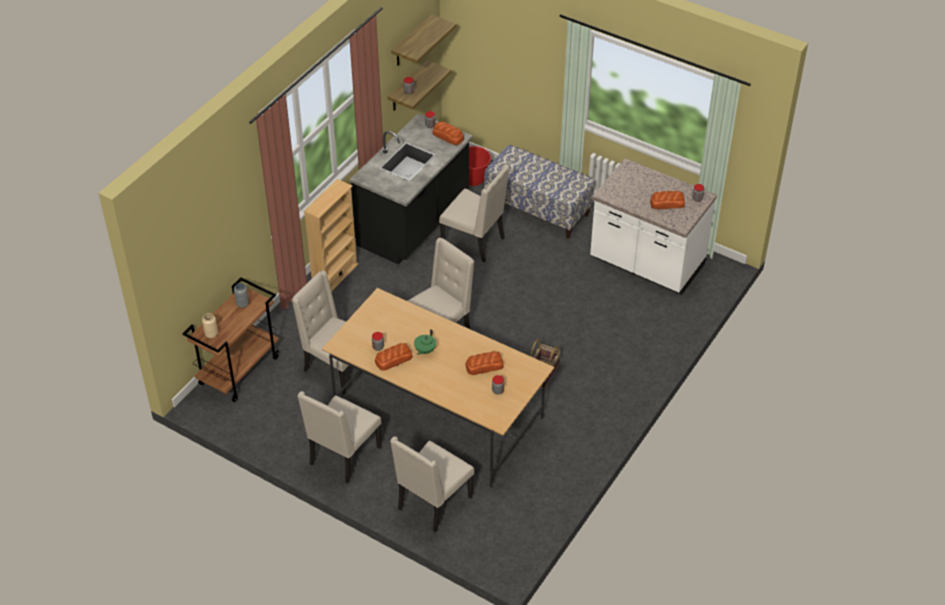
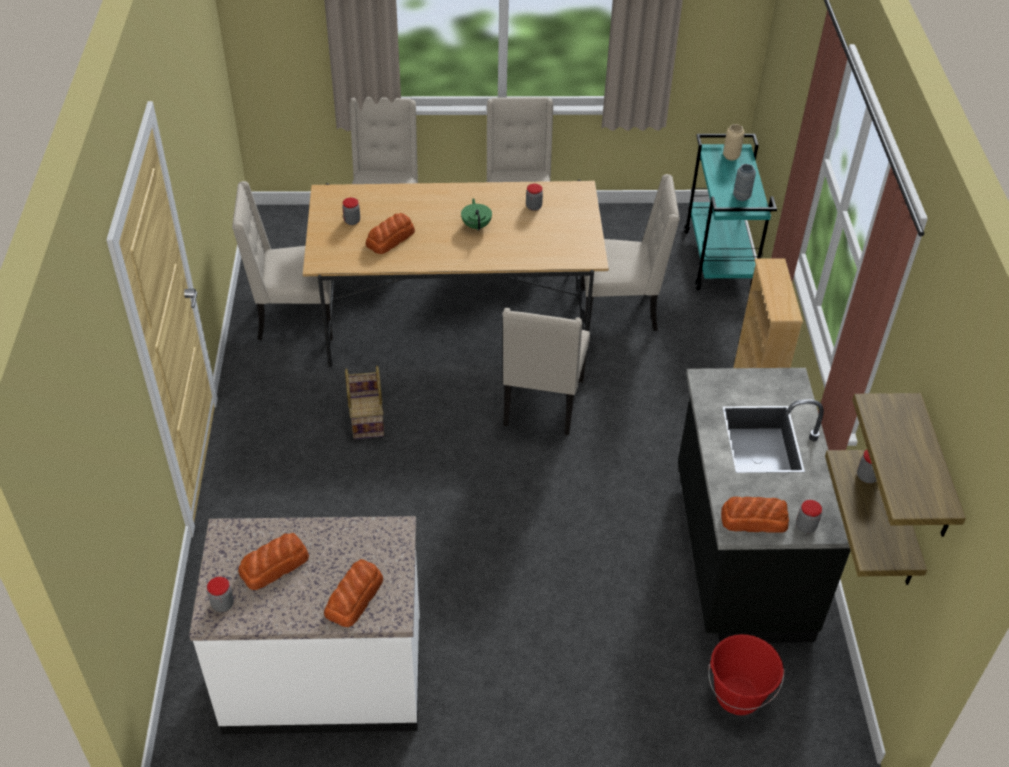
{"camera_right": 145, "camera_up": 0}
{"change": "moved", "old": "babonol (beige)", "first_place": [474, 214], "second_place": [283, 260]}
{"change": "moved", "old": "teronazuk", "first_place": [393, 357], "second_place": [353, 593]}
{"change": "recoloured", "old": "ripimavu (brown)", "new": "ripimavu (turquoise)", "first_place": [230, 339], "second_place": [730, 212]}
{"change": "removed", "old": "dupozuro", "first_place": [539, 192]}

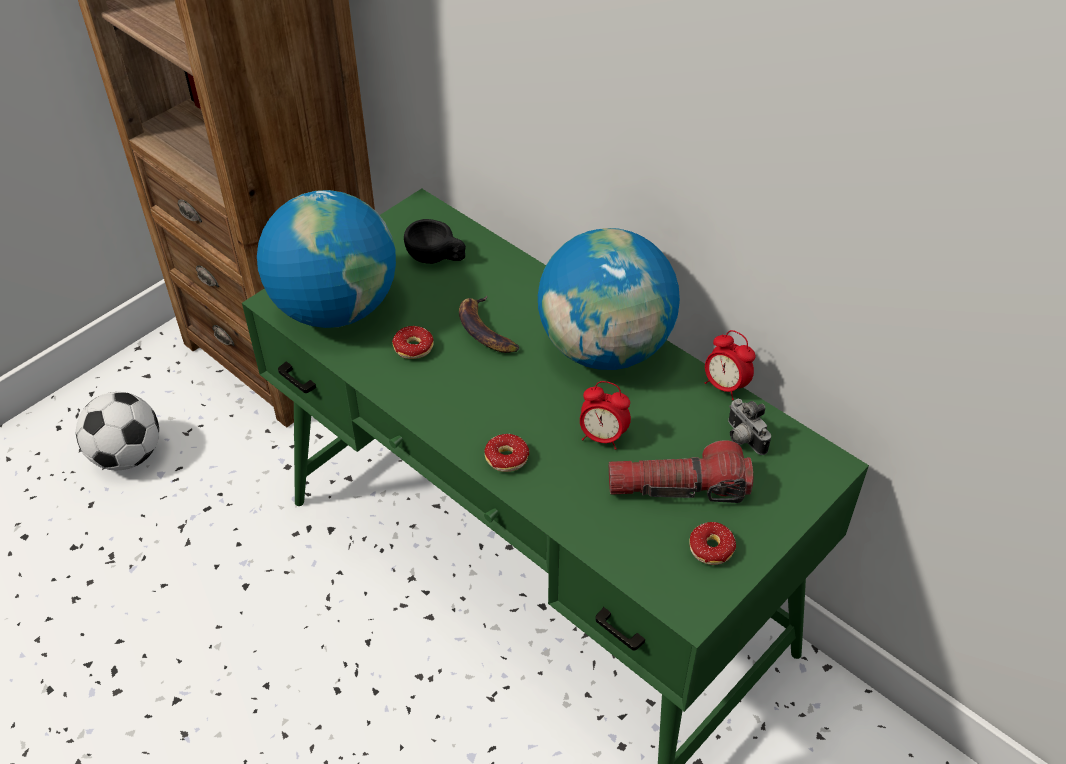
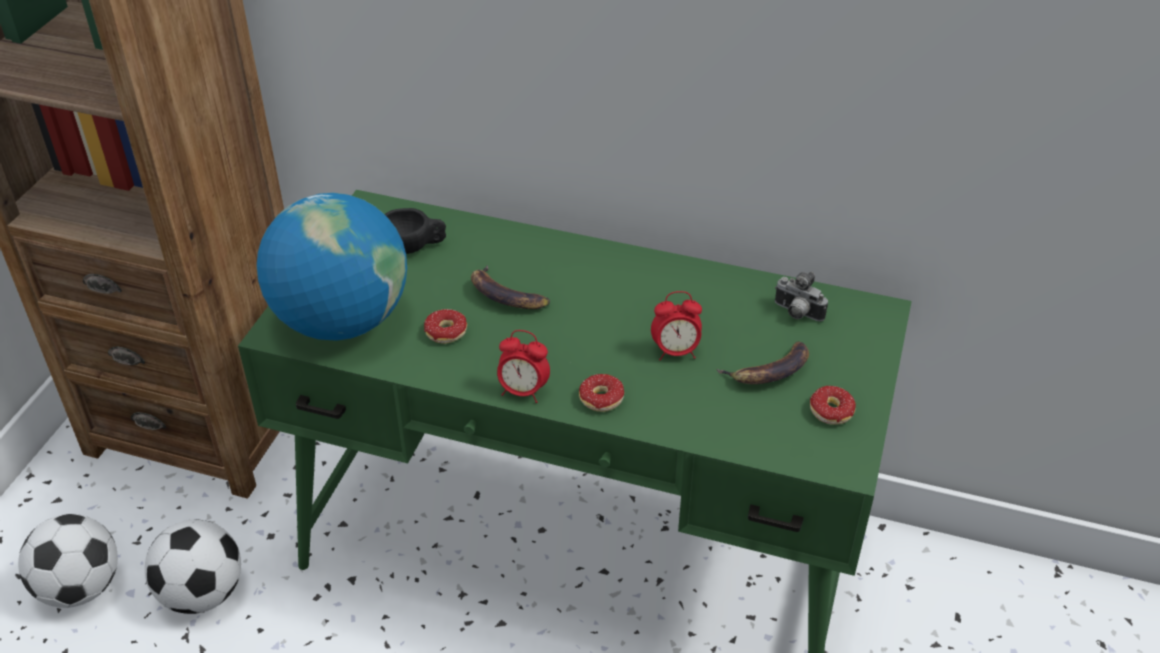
{"camera_right": -25, "camera_up": -5}
{"change": "added", "new": "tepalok", "second_place": [193, 567]}
{"change": "moved", "old": "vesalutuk", "first_place": [730, 365], "second_place": [523, 366]}
{"change": "replaced", "old": "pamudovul", "new": "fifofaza", "first_place": [681, 471], "second_place": [762, 362]}
{"change": "removed", "old": "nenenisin", "first_place": [609, 299]}

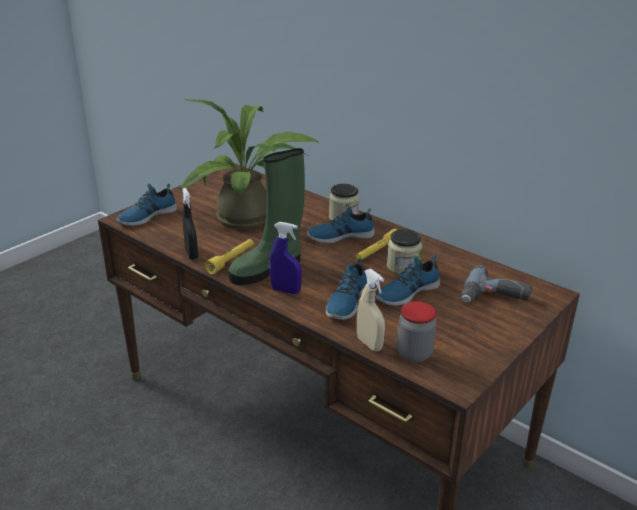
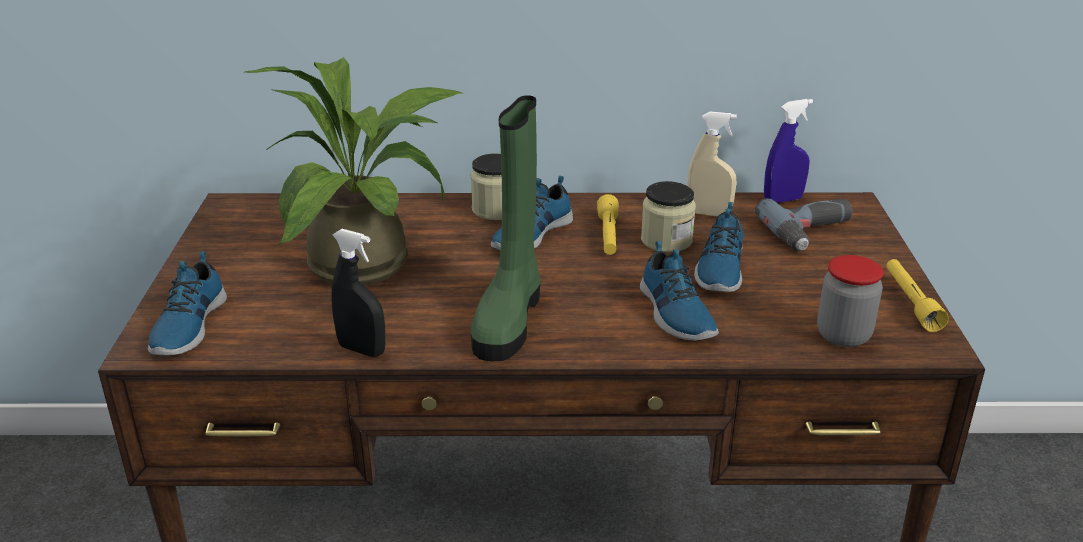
{"camera_right": -40, "camera_up": 0}
{"change": "moved", "old": "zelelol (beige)", "first_place": [371, 310], "second_place": [712, 164]}
{"change": "moved", "old": "zelelol (blue)", "first_place": [285, 258], "second_place": [788, 151]}
{"change": "moved", "old": "pamudovul (yellow)", "first_place": [229, 256], "second_place": [917, 295]}

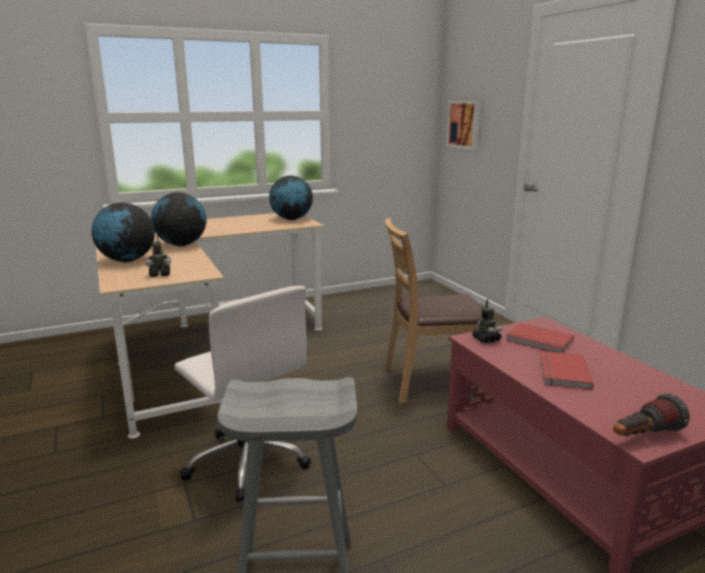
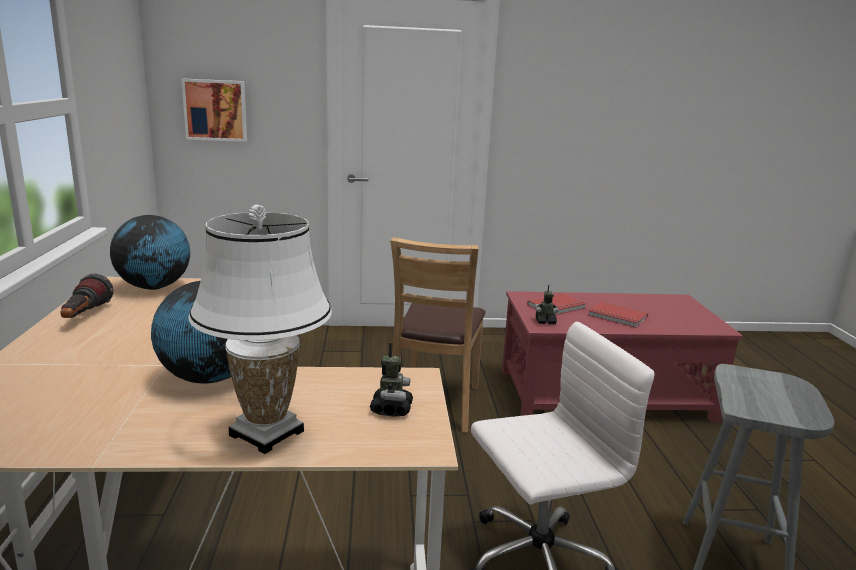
{"camera_right": -70, "camera_up": 0}
{"change": "moved", "old": "pamudovul", "first_place": [651, 415], "second_place": [87, 295]}
{"change": "replaced", "old": "nenenisin", "new": "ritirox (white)", "first_place": [123, 232], "second_place": [260, 329]}

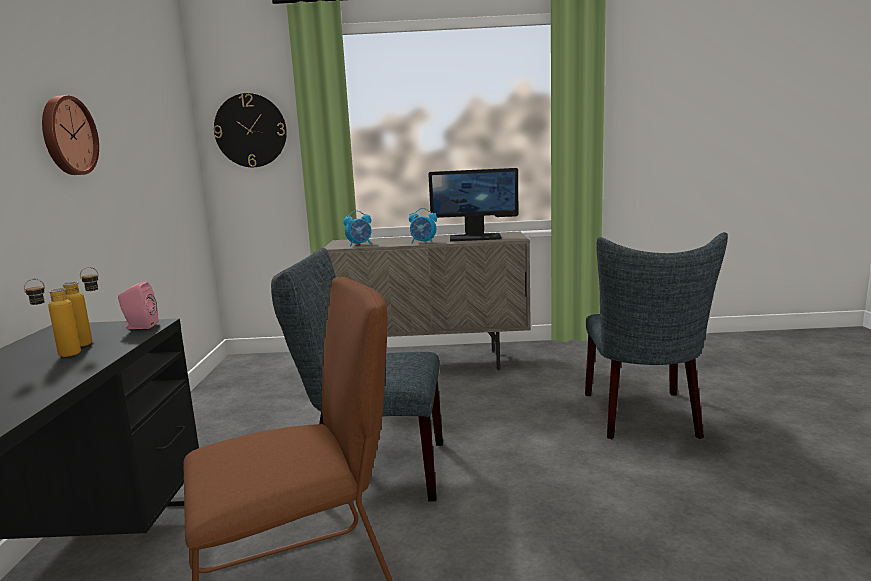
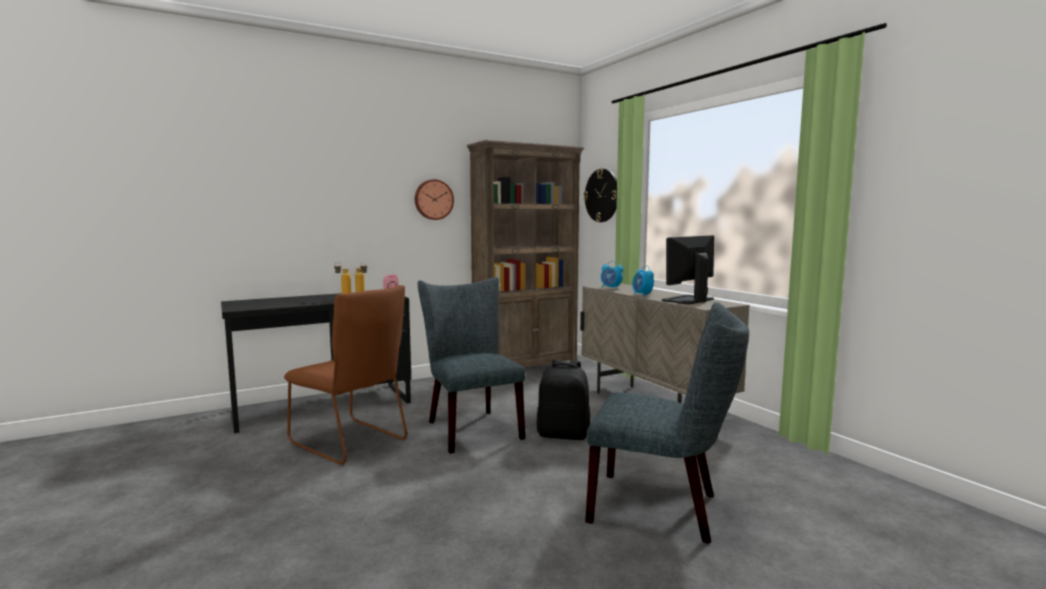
{"camera_right": 60, "camera_up": -5}
{"change": "added", "new": "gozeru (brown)", "second_place": [525, 253]}
{"change": "added", "new": "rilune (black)", "second_place": [563, 400]}
{"change": "turned", "old": "babonol (grey)", "first_place": [656, 335], "second_place": [667, 423], "degrees": -135}
{"change": "turned", "old": "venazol", "first_place": [473, 204], "second_place": [688, 270], "degrees": 75}

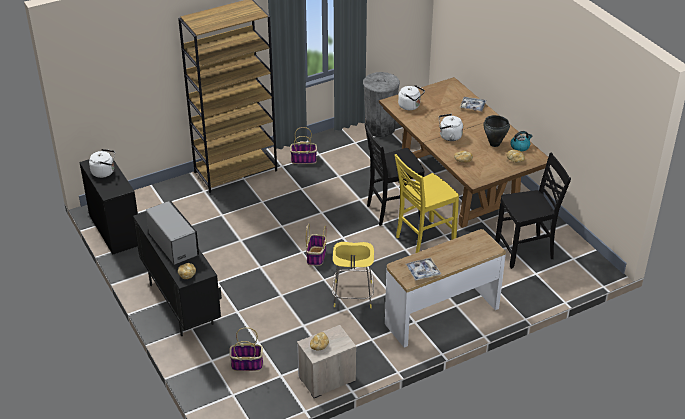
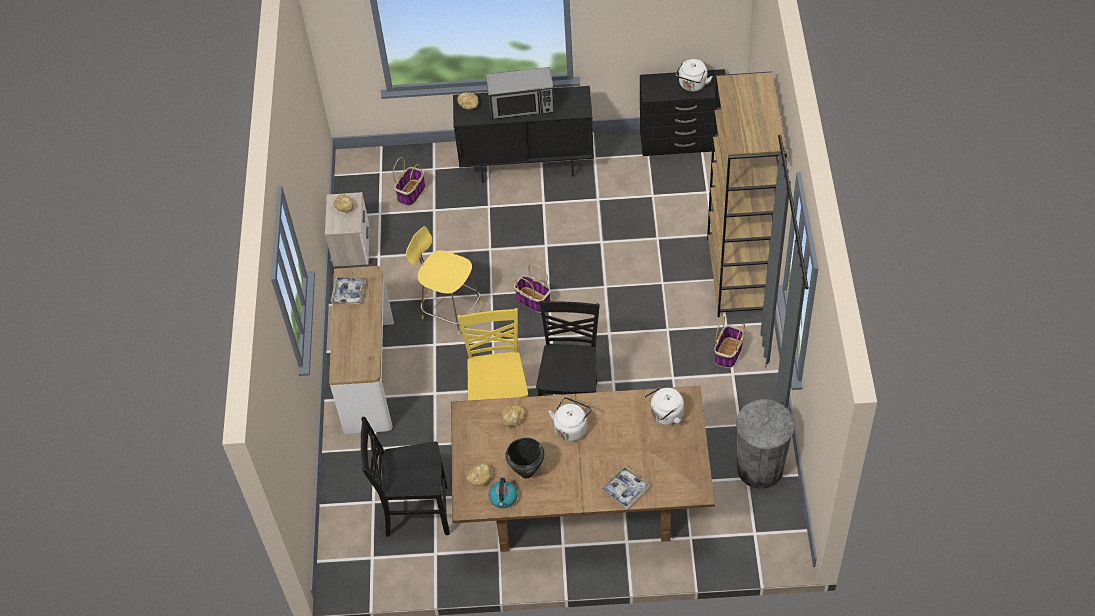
{"camera_right": 120, "camera_up": 15}
{"change": "turned", "old": "babonol (black)", "first_place": [533, 211], "second_place": [405, 477], "degrees": 75}

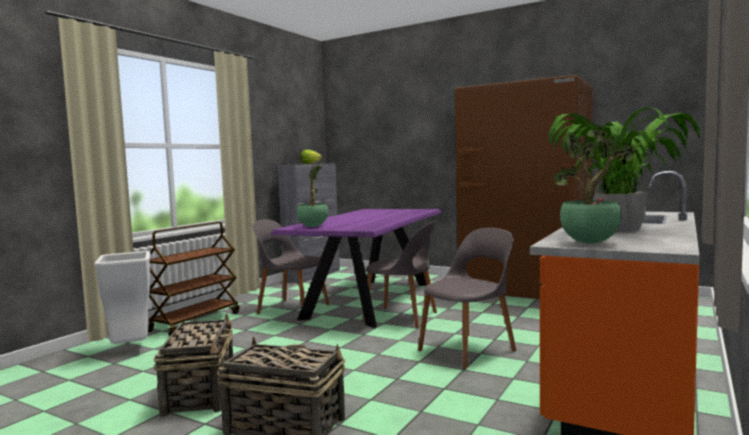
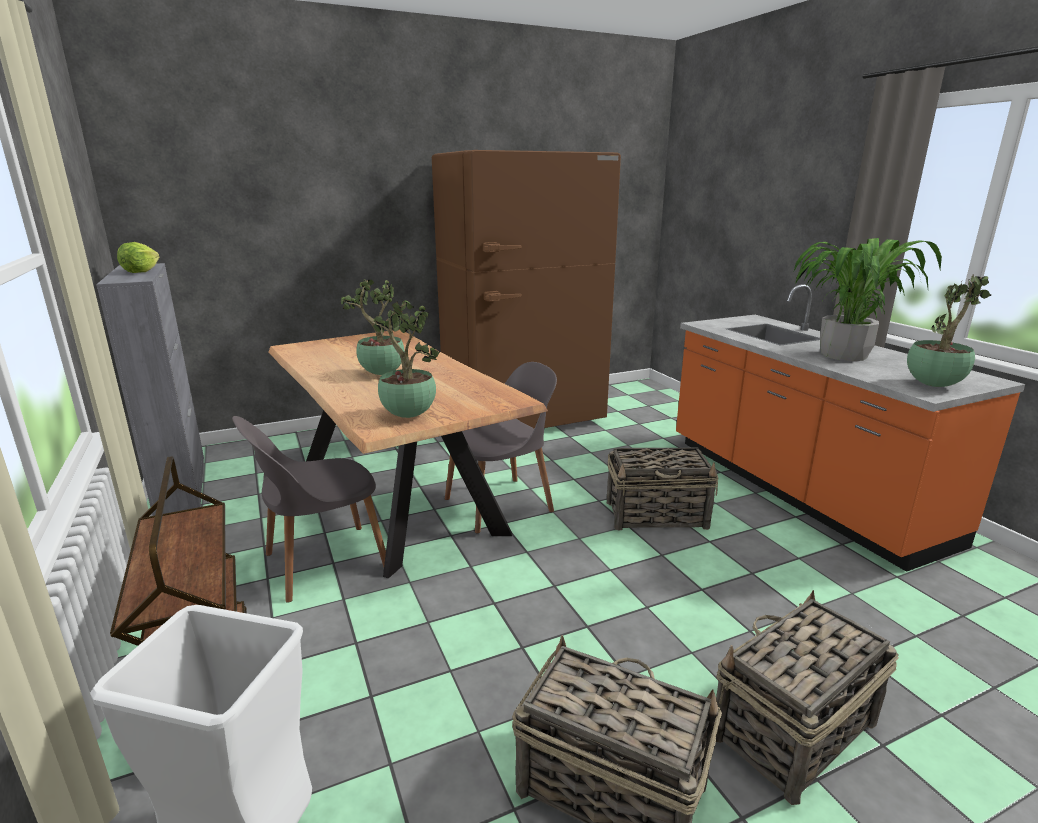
{"camera_right": -55, "camera_up": 15}
{"change": "recoloured", "old": "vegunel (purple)", "new": "vegunel (brown)", "first_place": [356, 268], "second_place": [408, 453]}
{"change": "added", "new": "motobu", "second_place": [373, 327]}
{"change": "replaced", "old": "babonol (grey)", "new": "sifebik", "first_place": [467, 298], "second_place": [662, 489]}

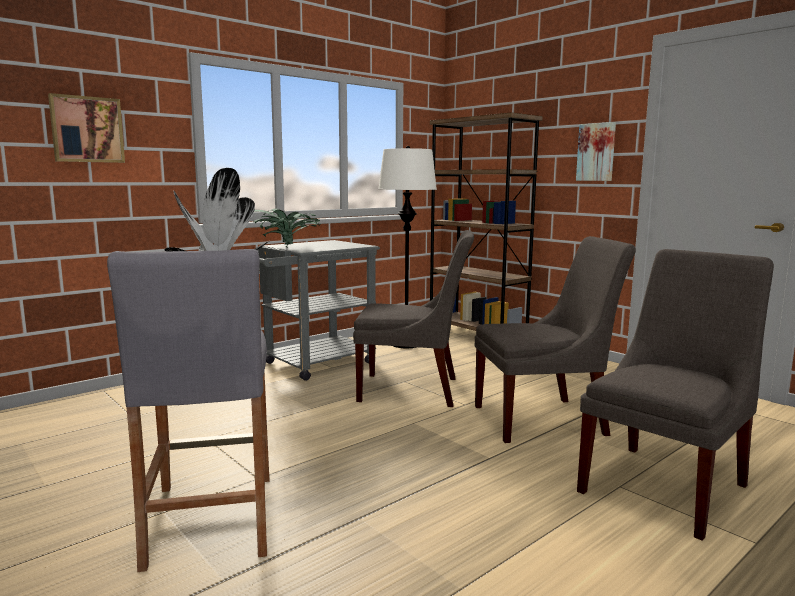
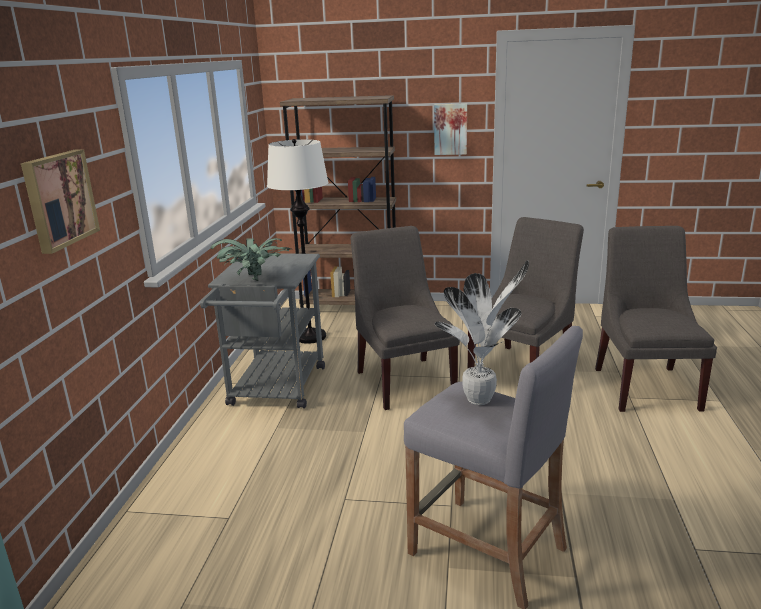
{"camera_right": -40, "camera_up": 10}
{"change": "turned", "old": "babonol (grey)", "first_place": [413, 318], "second_place": [405, 318], "degrees": -75}

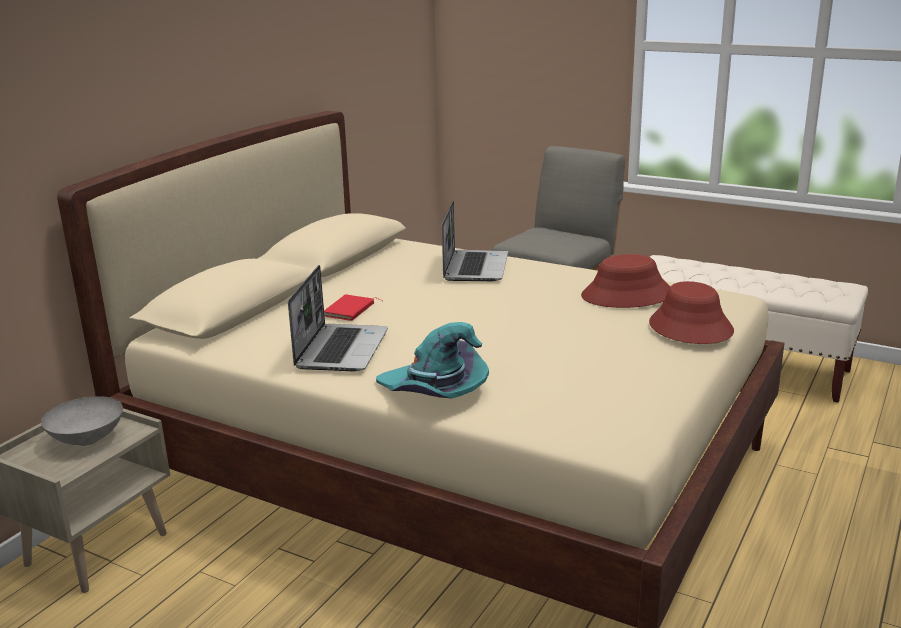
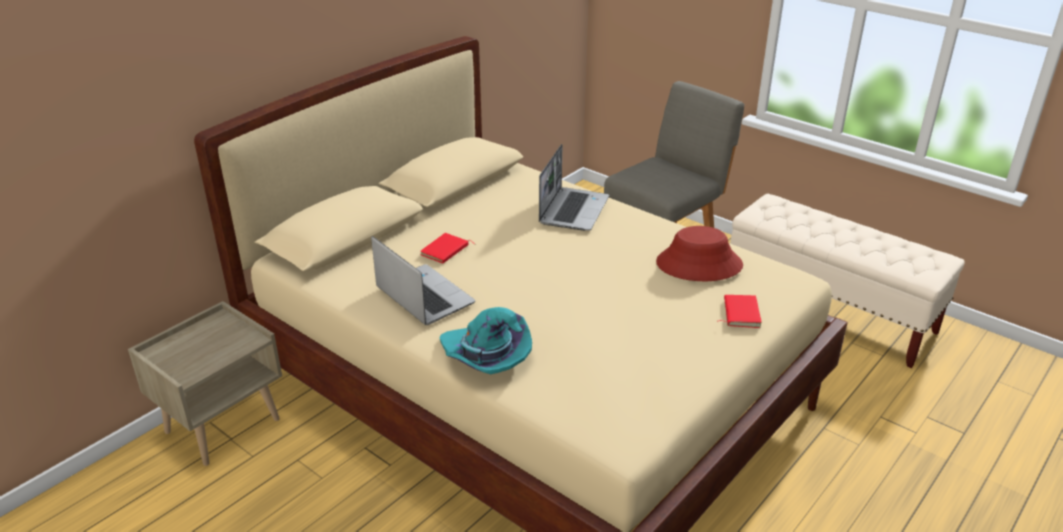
{"camera_right": 10, "camera_up": 10}
{"change": "turned", "old": "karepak", "first_place": [338, 318], "second_place": [423, 280], "degrees": -60}
{"change": "replaced", "old": "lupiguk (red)", "new": "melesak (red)", "first_place": [691, 312], "second_place": [740, 311]}
{"change": "removed", "old": "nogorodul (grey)", "first_place": [82, 421]}

